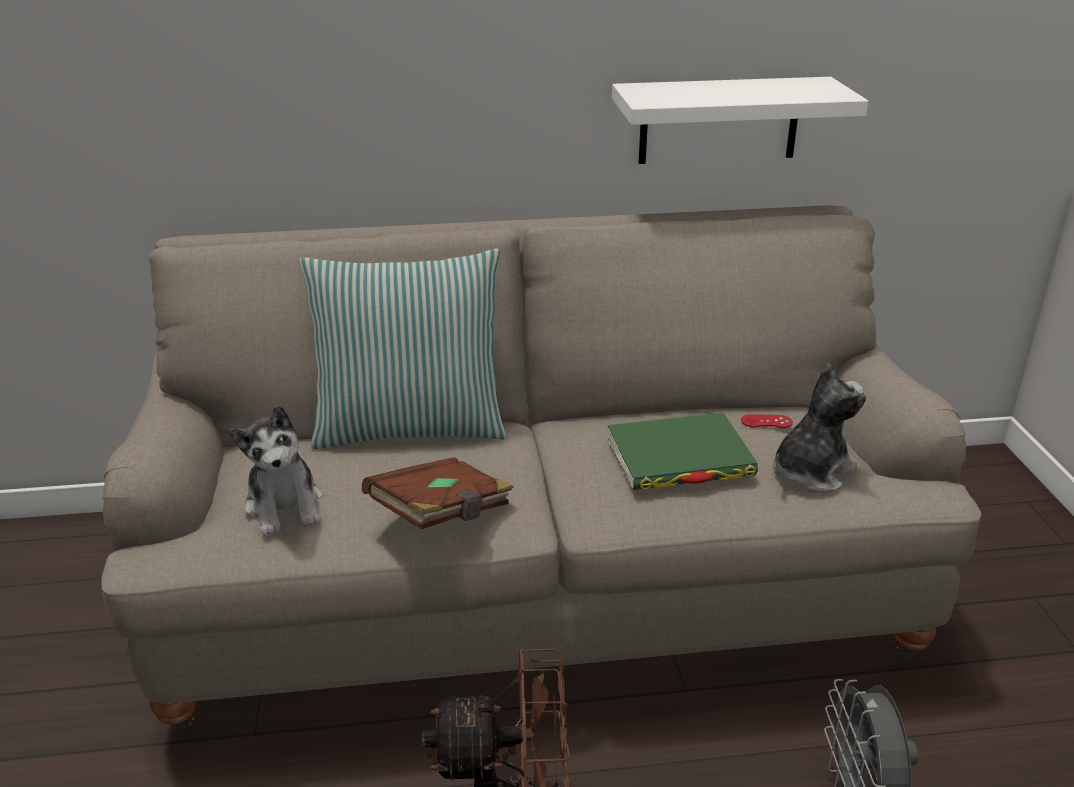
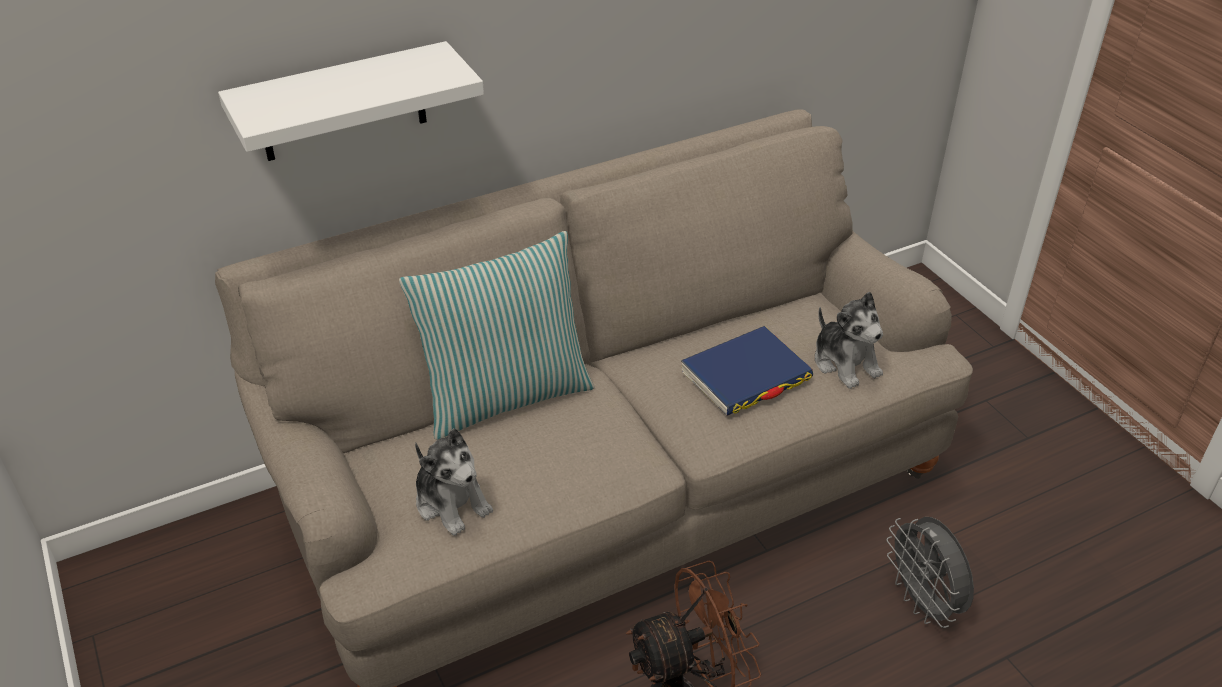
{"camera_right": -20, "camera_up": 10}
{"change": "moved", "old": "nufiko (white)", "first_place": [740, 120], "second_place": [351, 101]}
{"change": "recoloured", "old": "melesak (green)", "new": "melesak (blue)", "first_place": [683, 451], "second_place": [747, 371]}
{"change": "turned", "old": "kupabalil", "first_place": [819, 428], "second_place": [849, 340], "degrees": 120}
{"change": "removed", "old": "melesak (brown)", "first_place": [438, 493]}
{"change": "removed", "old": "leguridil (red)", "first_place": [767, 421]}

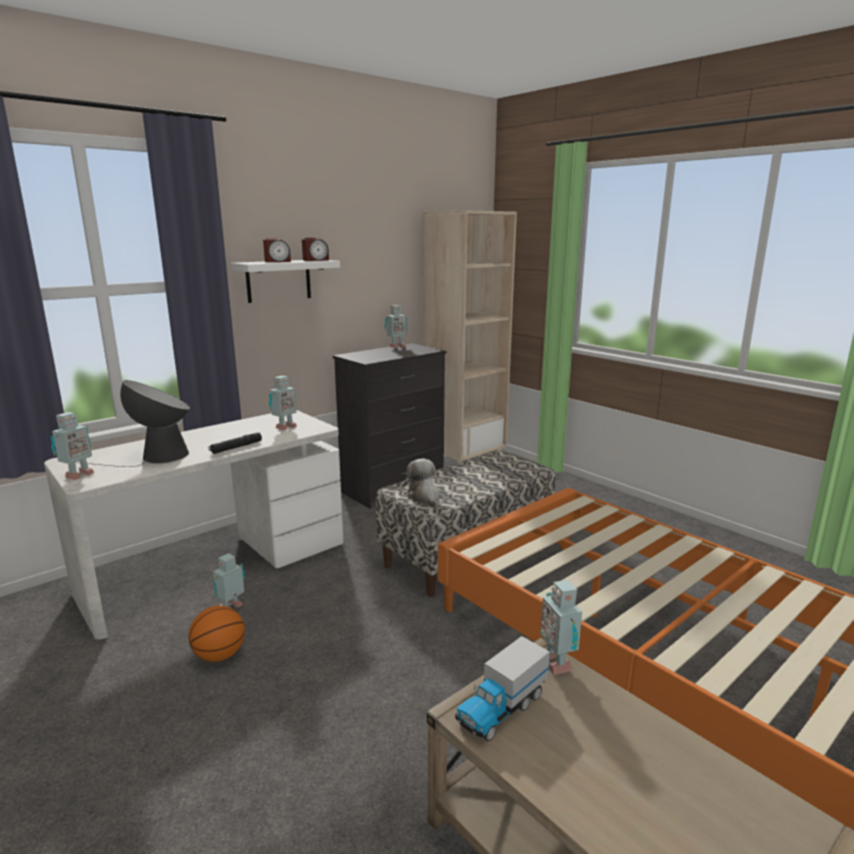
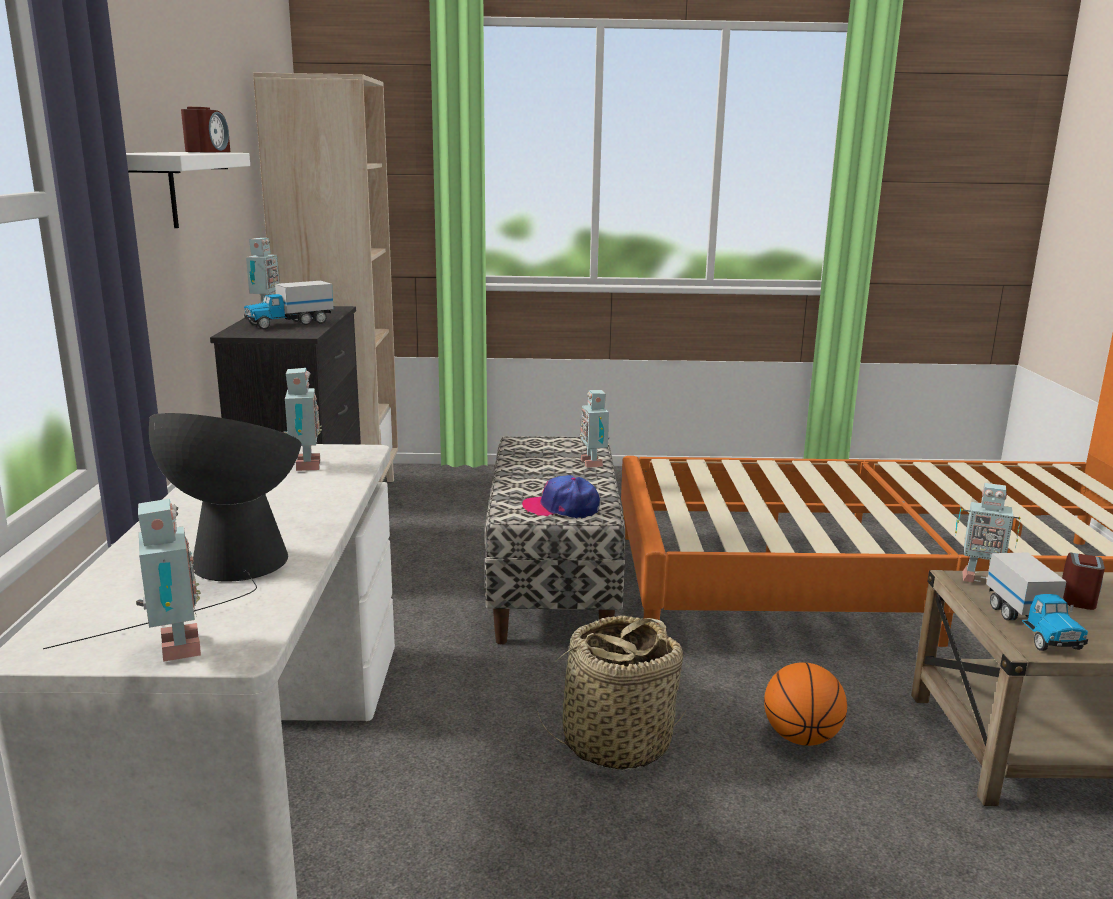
{"camera_right": -50, "camera_up": 0}
{"change": "added", "new": "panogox", "second_place": [288, 305]}
{"change": "replaced", "old": "kupabalil", "new": "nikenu", "first_place": [422, 483], "second_place": [561, 497]}
{"change": "added", "new": "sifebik", "second_place": [612, 693]}
{"change": "moved", "old": "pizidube", "first_place": [229, 580], "second_place": [594, 429]}
{"change": "moved", "old": "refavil", "first_place": [216, 634], "second_place": [805, 704]}
{"change": "moved", "old": "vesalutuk", "first_place": [277, 250], "second_place": [1083, 581]}
{"change": "removed", "old": "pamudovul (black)", "first_place": [235, 443]}

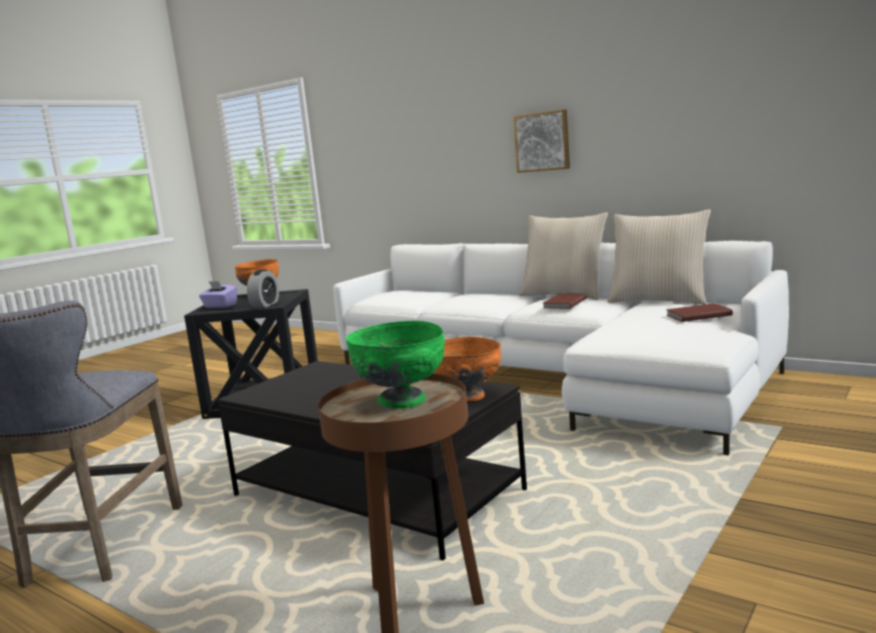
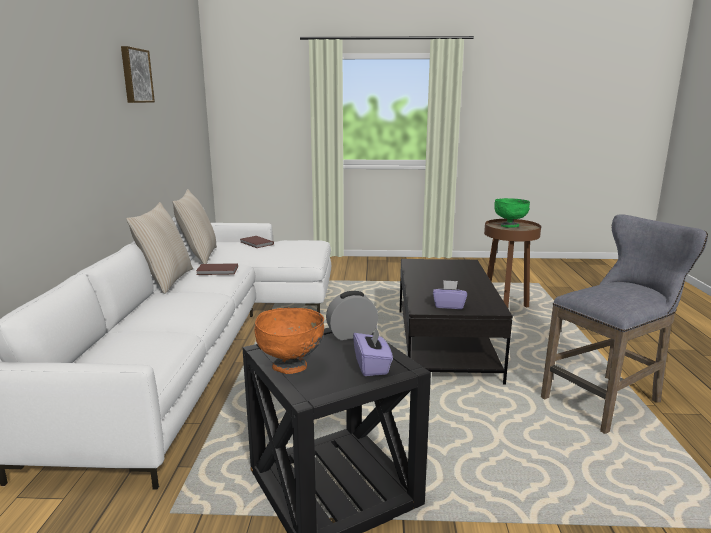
{"camera_right": -125, "camera_up": 5}
{"change": "moved", "old": "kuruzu", "first_place": [541, 141], "second_place": [138, 74]}
{"change": "added", "new": "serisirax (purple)", "second_place": [450, 294]}
{"change": "removed", "old": "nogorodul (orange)", "first_place": [467, 369]}

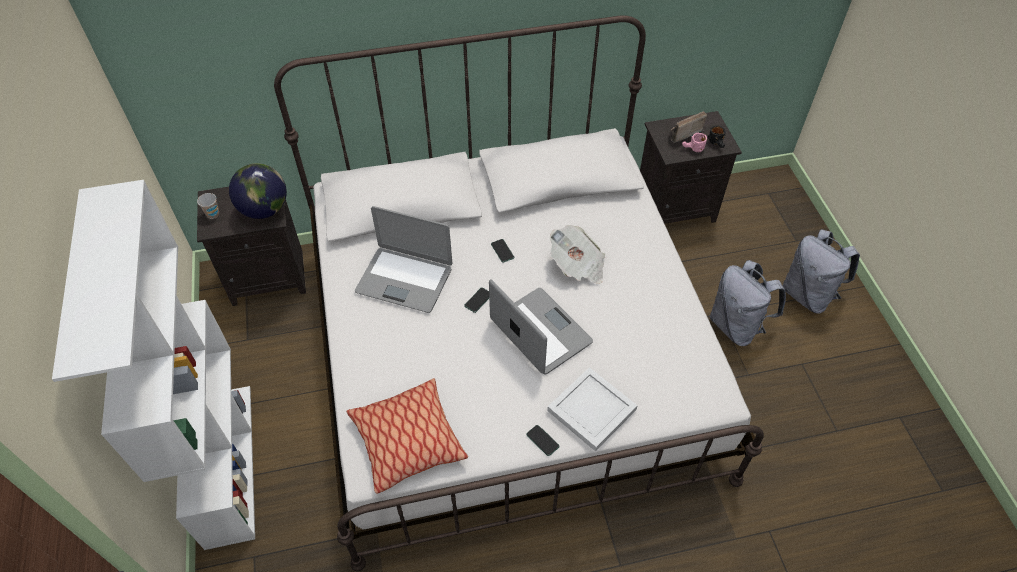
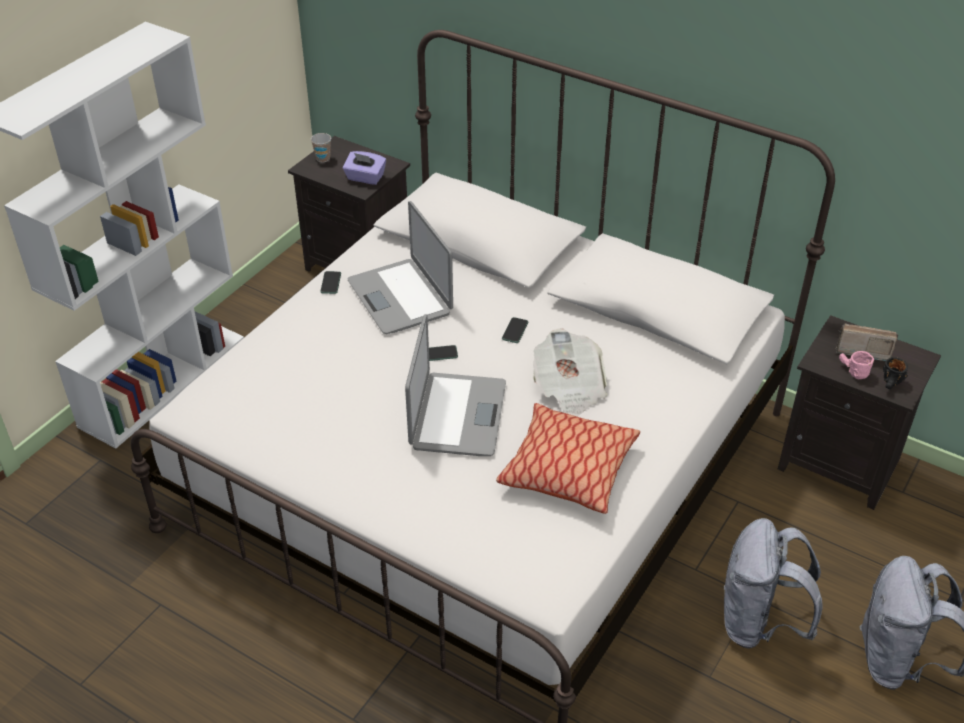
{"camera_right": 45, "camera_up": -10}
{"change": "moved", "old": "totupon", "first_place": [543, 440], "second_place": [330, 282]}
{"change": "replaced", "old": "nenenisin", "new": "serisirax (purple)", "first_place": [258, 191], "second_place": [364, 168]}
{"change": "moved", "old": "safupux", "first_place": [407, 436], "second_place": [568, 458]}
{"change": "removed", "old": "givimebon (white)", "first_place": [592, 409]}

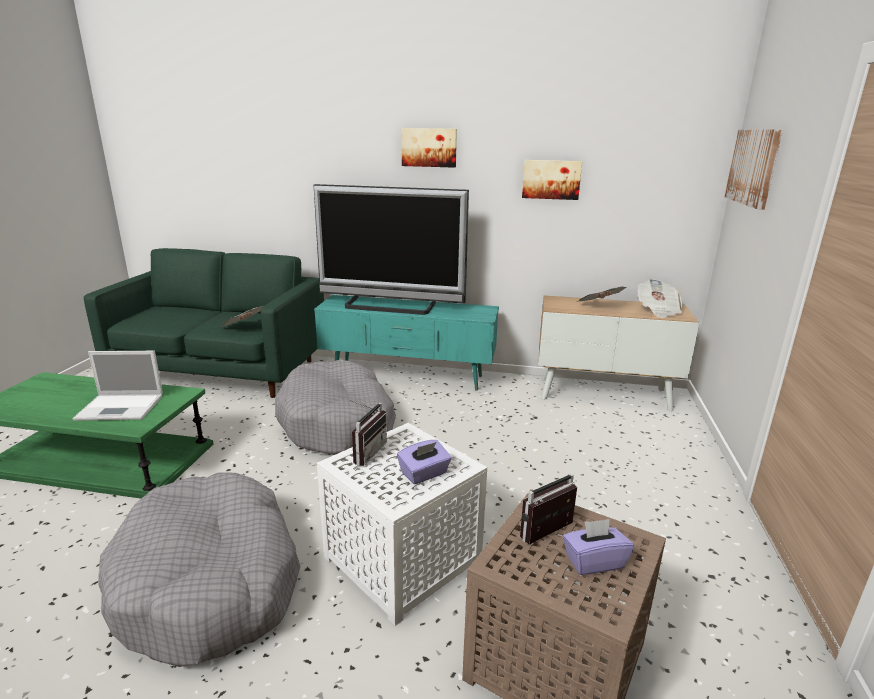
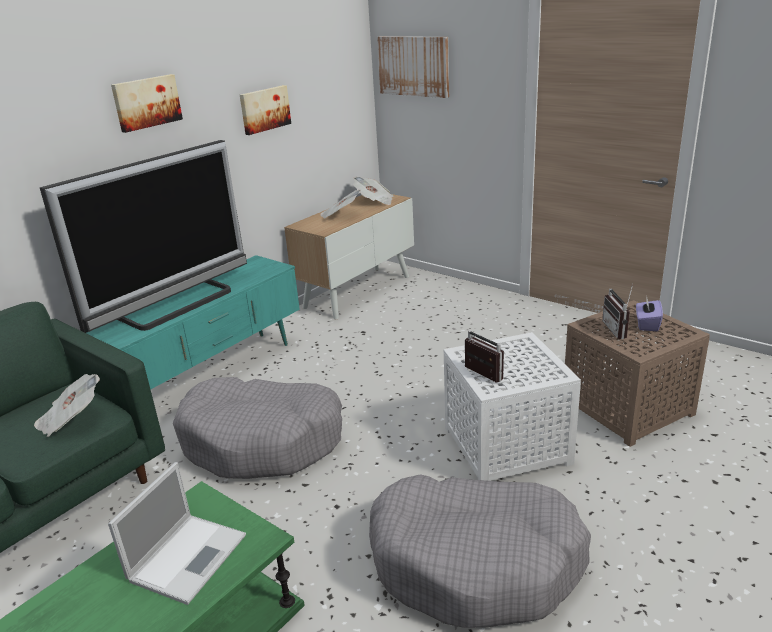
{"camera_right": -60, "camera_up": 5}
{"change": "removed", "old": "serisirax (purple)", "first_place": [424, 462]}

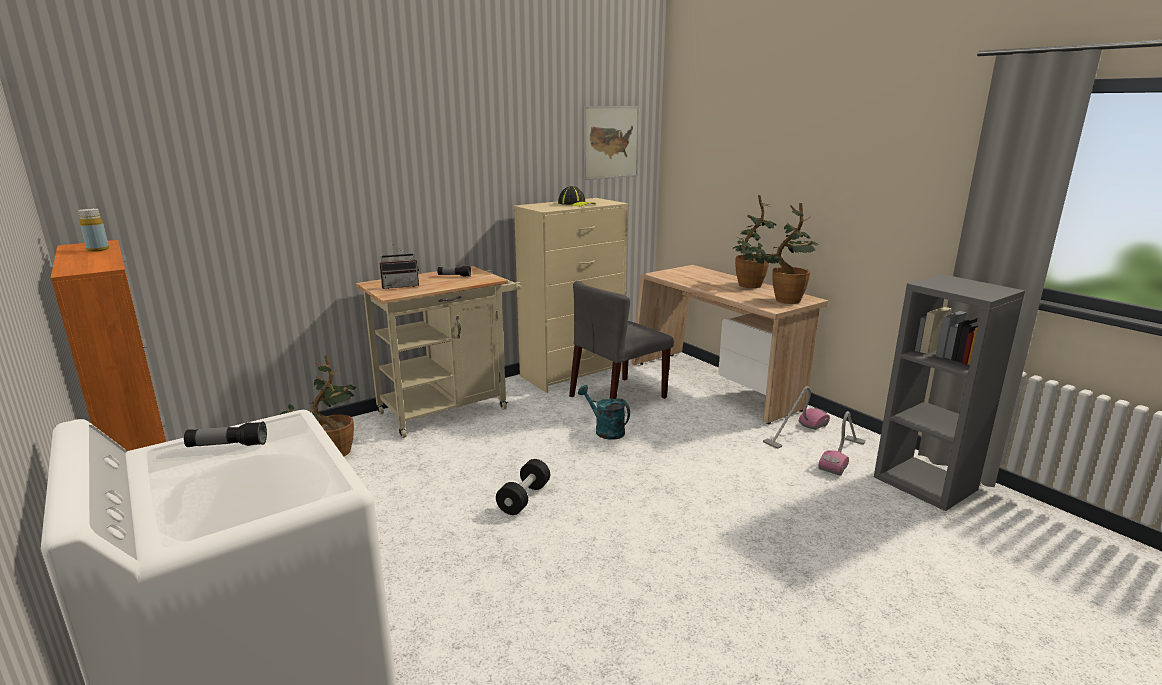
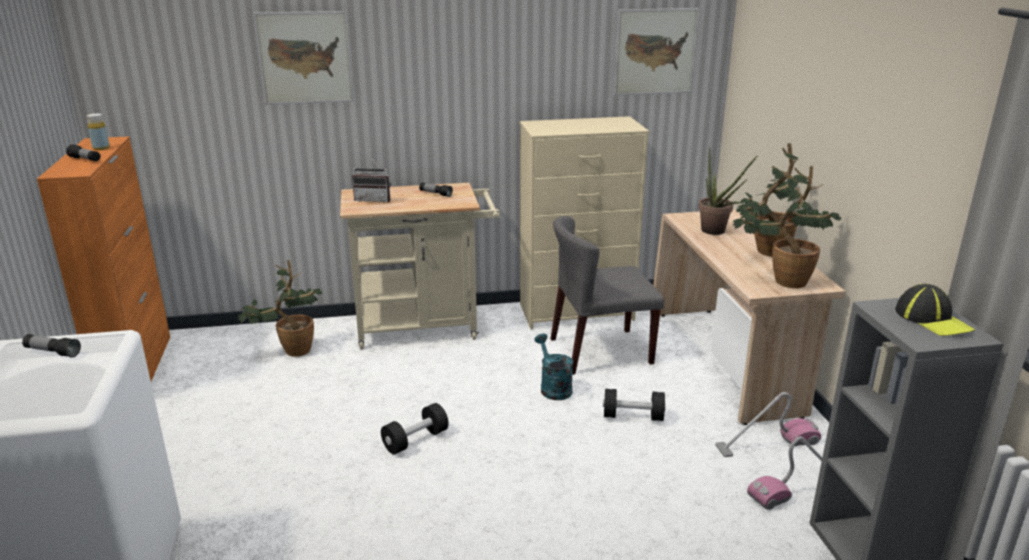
{"camera_right": 25, "camera_up": 5}
{"change": "added", "new": "pamudovul", "second_place": [83, 152]}
{"change": "added", "new": "kuruzu", "second_place": [303, 58]}
{"change": "added", "new": "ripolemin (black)", "second_place": [634, 405]}
{"change": "added", "new": "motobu", "second_place": [727, 190]}
{"change": "moved", "old": "nikenu", "first_place": [577, 196], "second_place": [935, 310]}

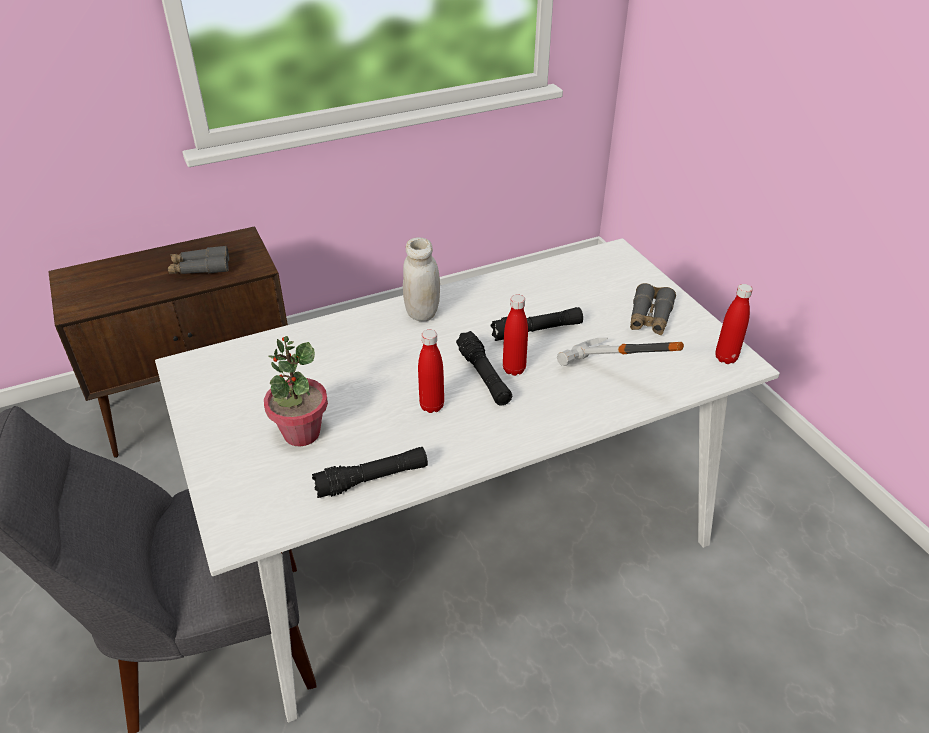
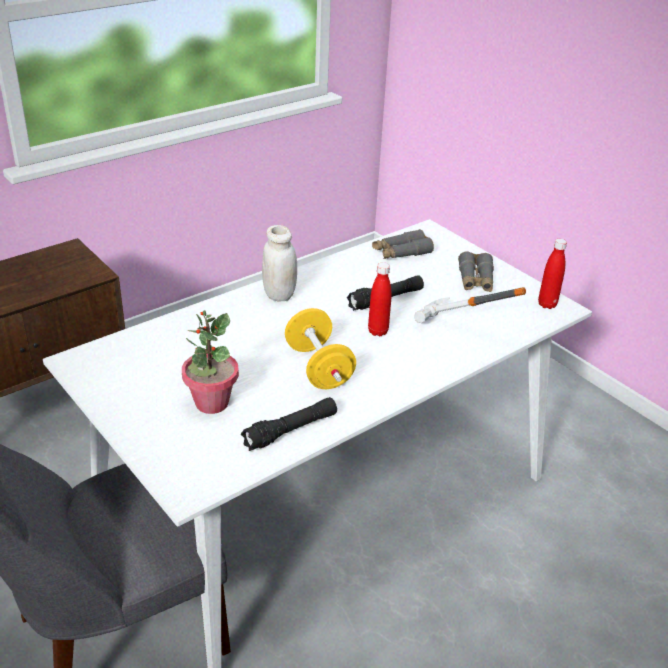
{"camera_right": -15, "camera_up": -5}
{"change": "replaced", "old": "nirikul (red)", "new": "ripolemin (yellow)", "first_place": [431, 371], "second_place": [320, 348]}
{"change": "moved", "old": "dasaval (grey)", "first_place": [198, 259], "second_place": [403, 244]}
{"change": "removed", "old": "pamudovul (black)", "first_place": [484, 368]}

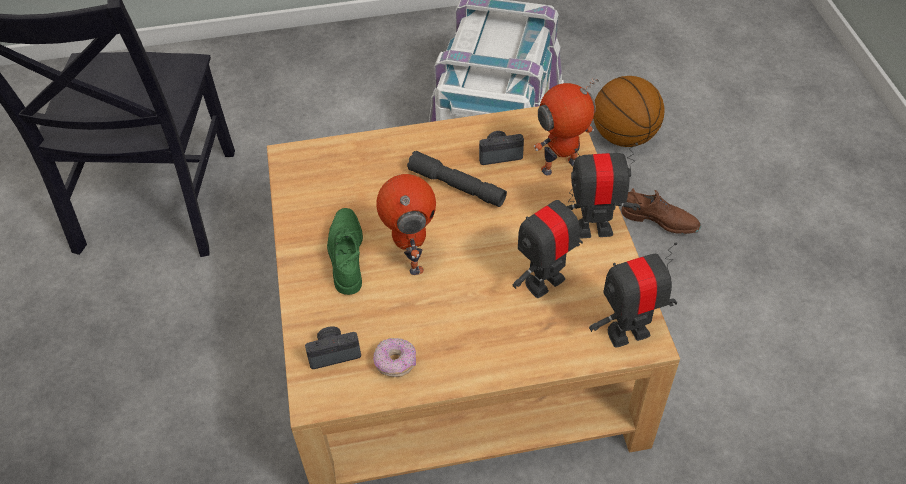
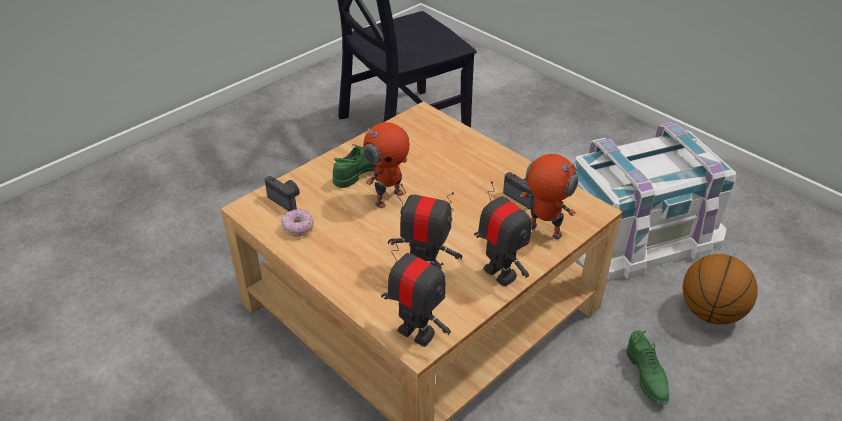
{"camera_right": 55, "camera_up": -10}
{"change": "recoloured", "old": "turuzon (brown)", "new": "turuzon (green)", "first_place": [661, 211], "second_place": [647, 367]}
{"change": "removed", "old": "pamudovul (grey)", "first_place": [457, 179]}

